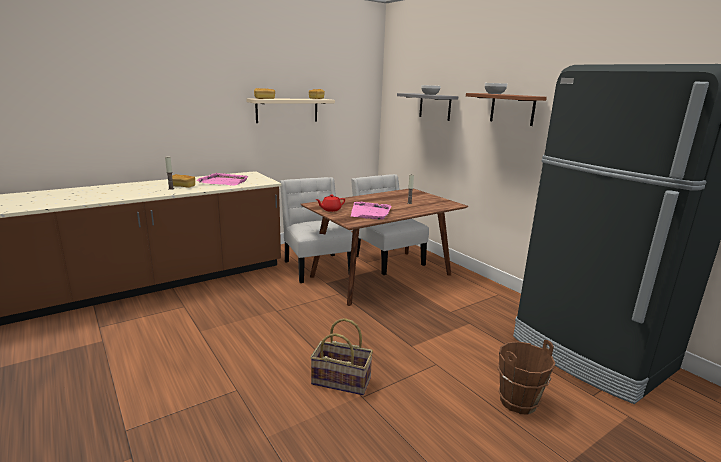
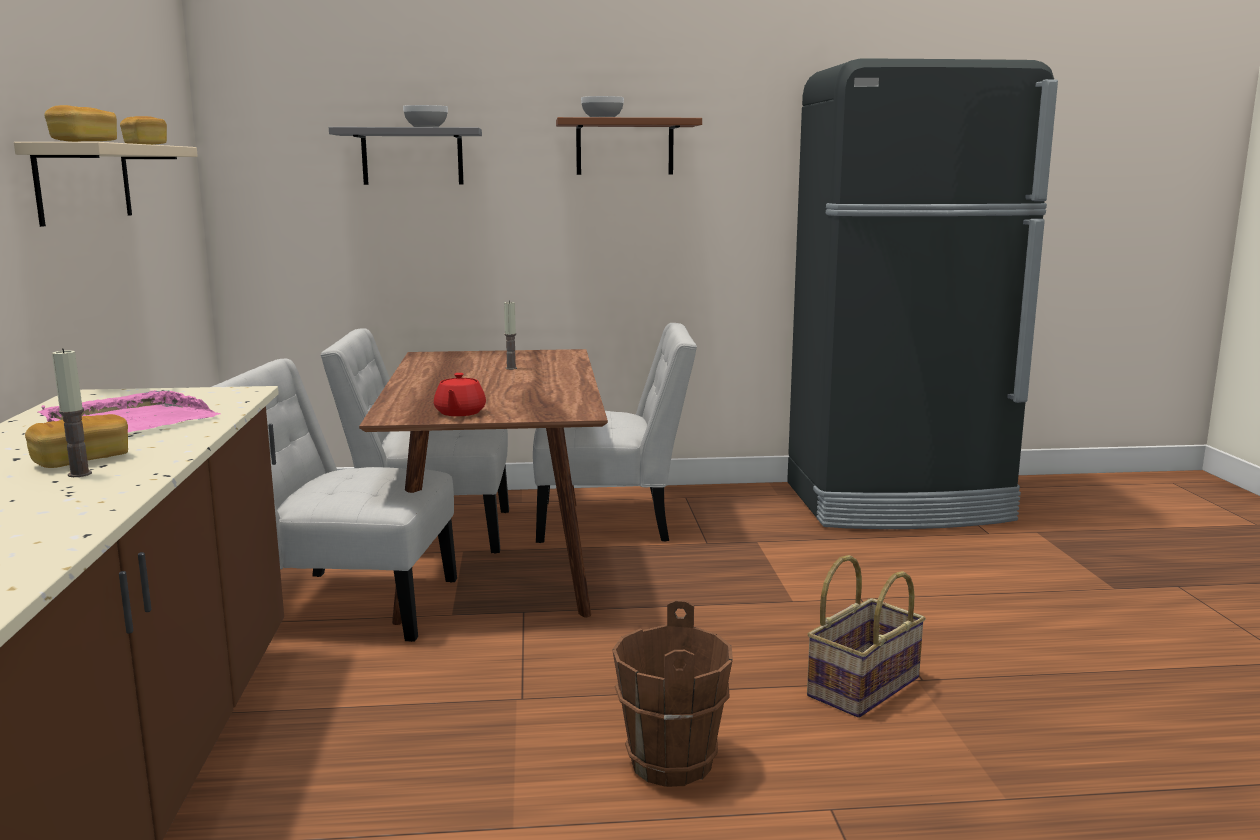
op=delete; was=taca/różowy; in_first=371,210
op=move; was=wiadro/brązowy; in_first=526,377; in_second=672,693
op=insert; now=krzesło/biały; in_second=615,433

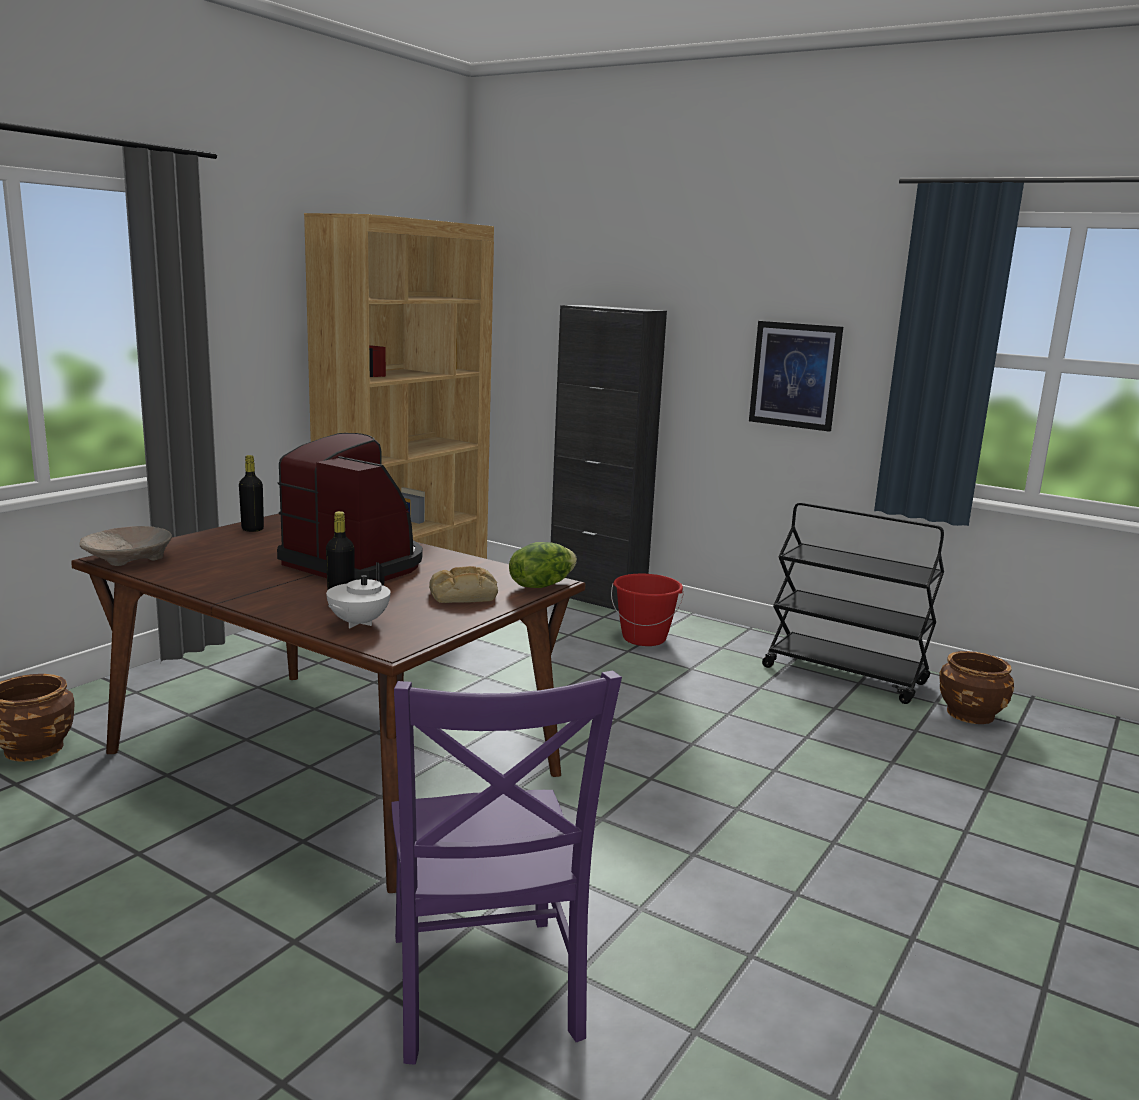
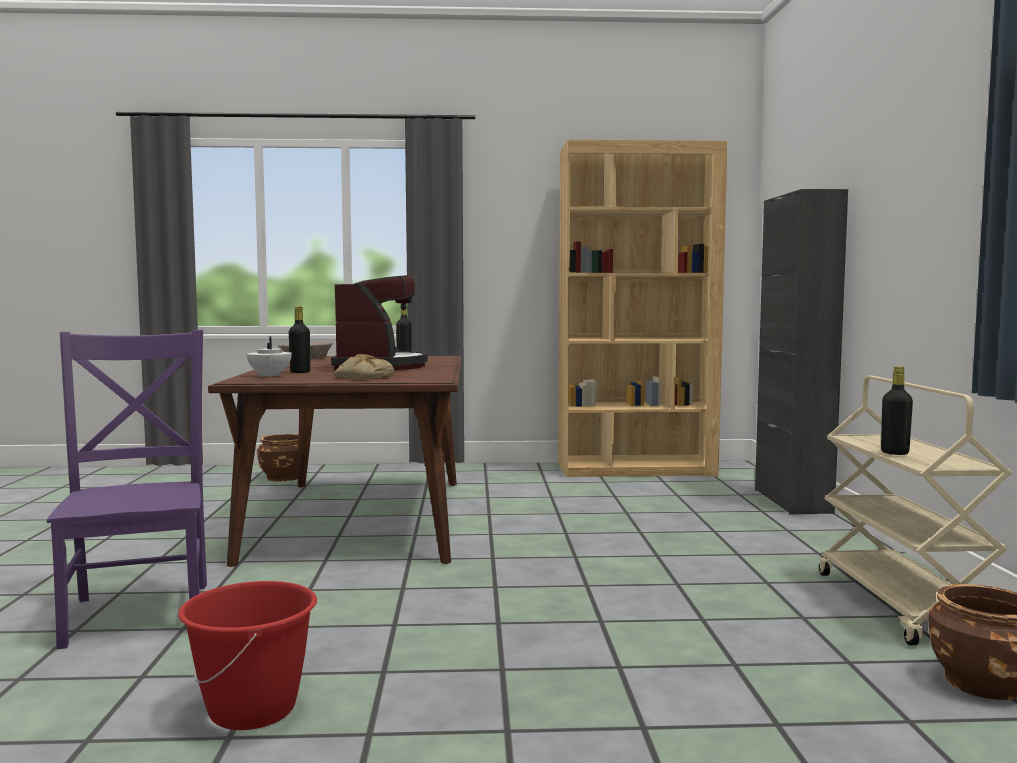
op=rotate; was=imbryk/biały; in_first=358,595; in_second=269,357; clockwise=-90
op=rotate; was=krzesło/fioletowy; in_first=507,868; in_second=127,489; clockwise=120
op=delete; was=sałata; in_first=543,565
op=move; was=wiadro/czerwony; in_first=647,610; in_second=247,655
op=delete; was=obraz; in_first=796,376
op=recolor; was=wózek/czarny; now=wózek/beżowy; in_first=853,603; in_second=915,510
op=insert; now=butelka/czarny; in_second=897,410

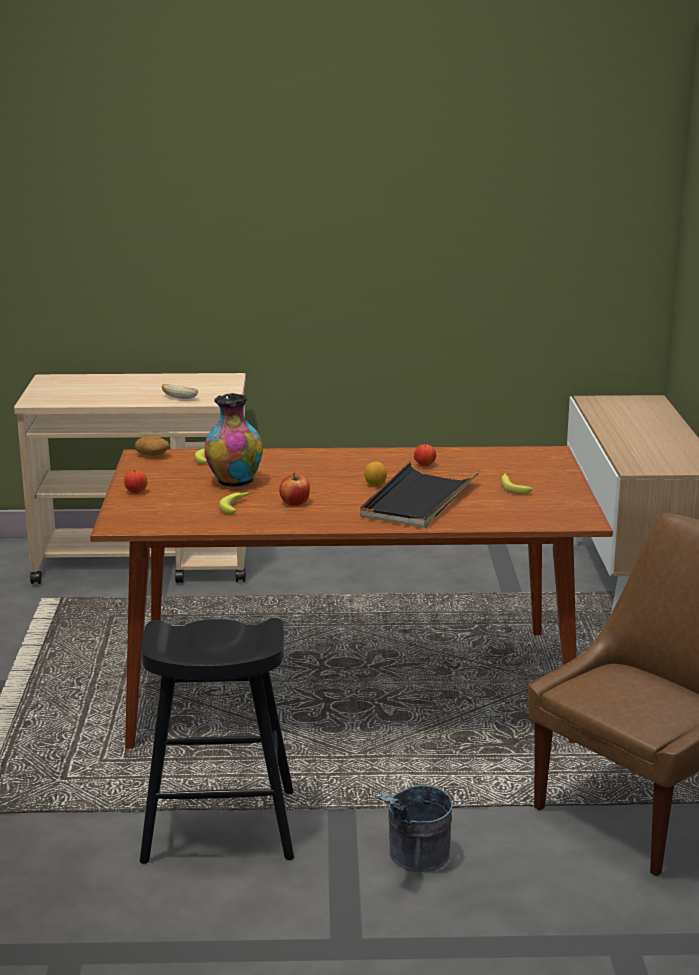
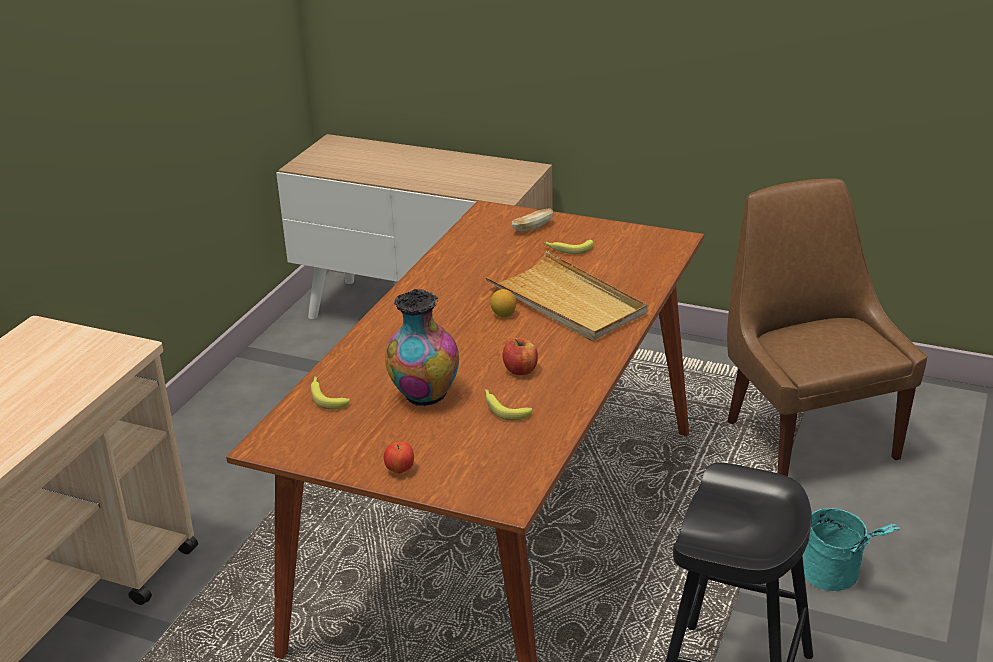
op=delete; was=ziemniak; in_first=152,446
op=move; was=chleb; in_first=180,391; in_second=532,219
op=recolor; was=taca/czarny; now=taca/beżowy; in_first=419,494; in_second=566,296
op=recolor; was=wiadro/szary; now=wiadro/turkusowy; in_first=415,828; in_second=851,549
op=delete; was=jabłko; in_first=425,455

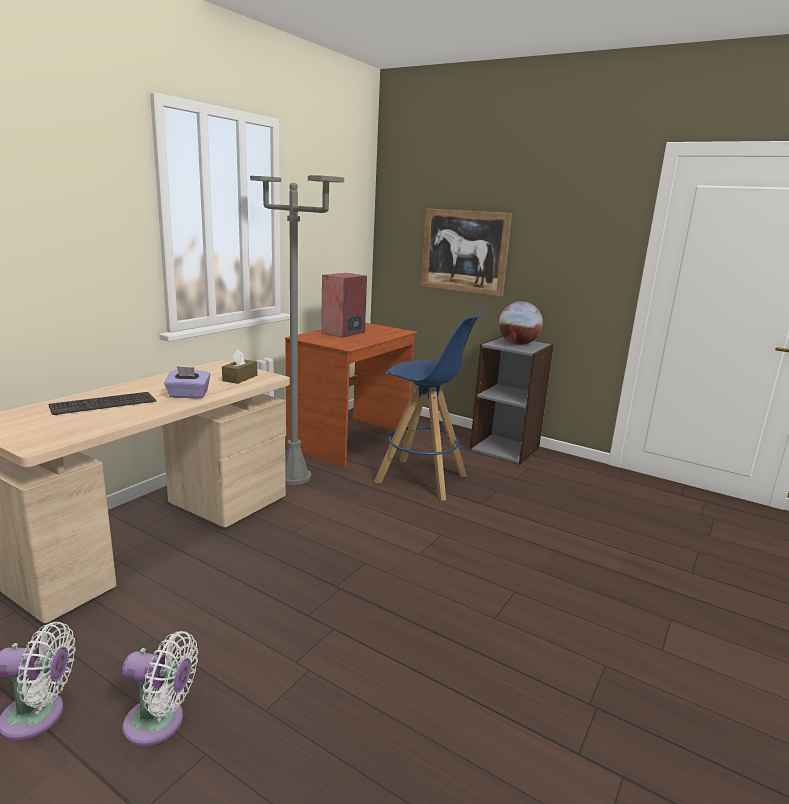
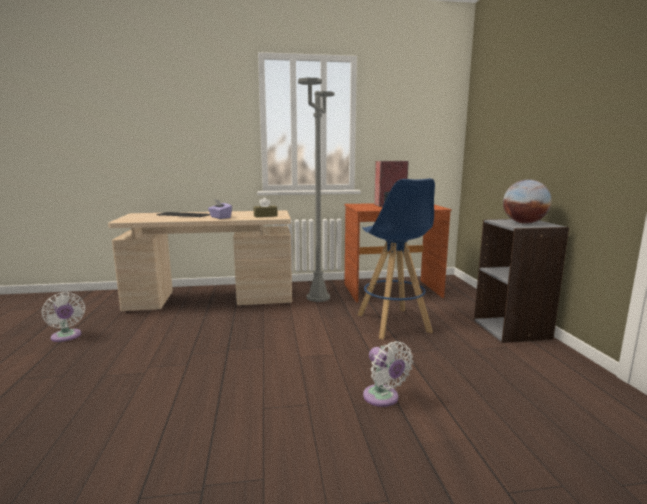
op=move; was=wentylator/biały; in_first=160,688; in_second=388,374
op=delete; was=obraz; in_first=466,252

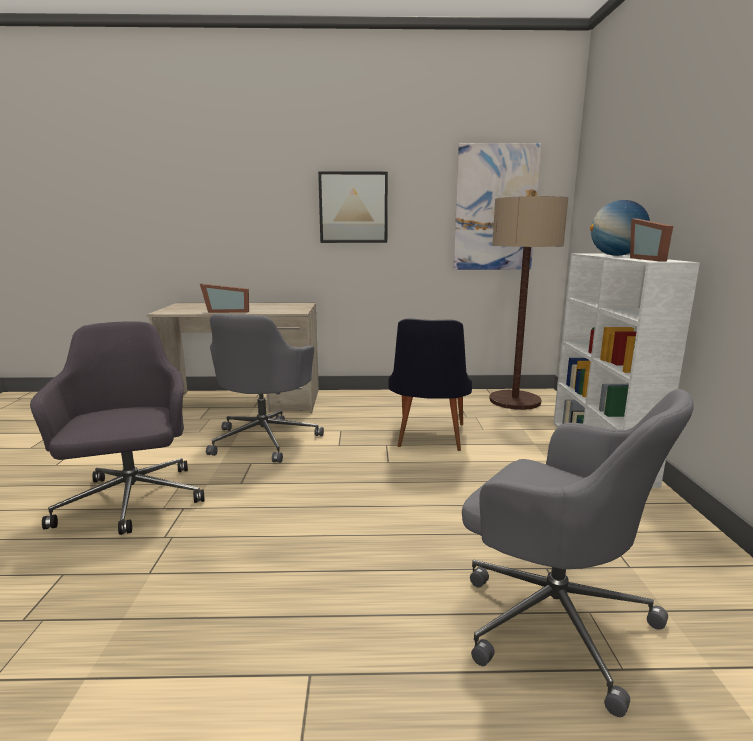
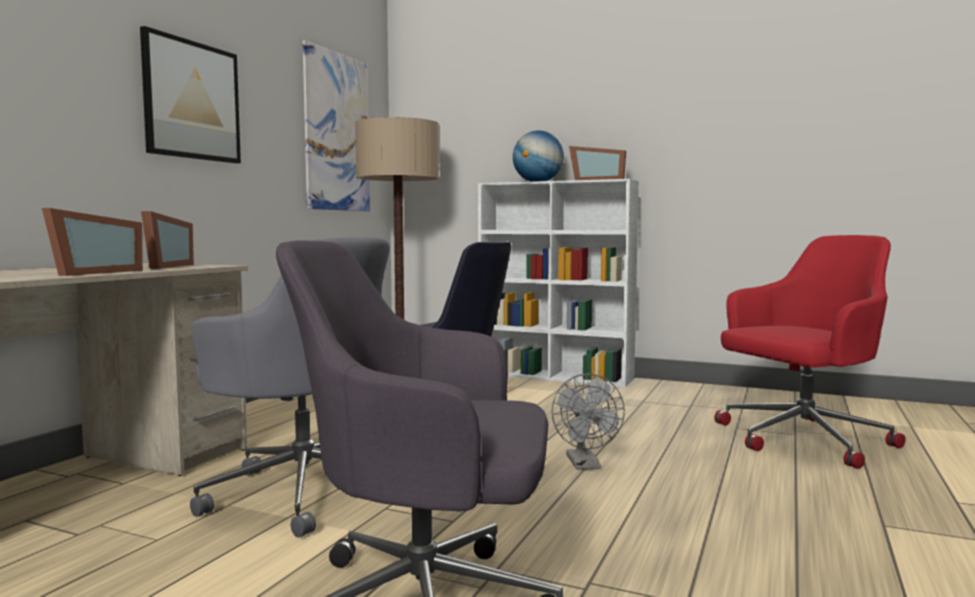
op=recolor; was=krzesło biurowe/szary; now=krzesło biurowe/czerwony; in_first=578,553; in_second=809,352
op=insert; now=ramka na zdjęcie; in_second=167,240
op=insert; now=wentylator/szary; in_second=588,421

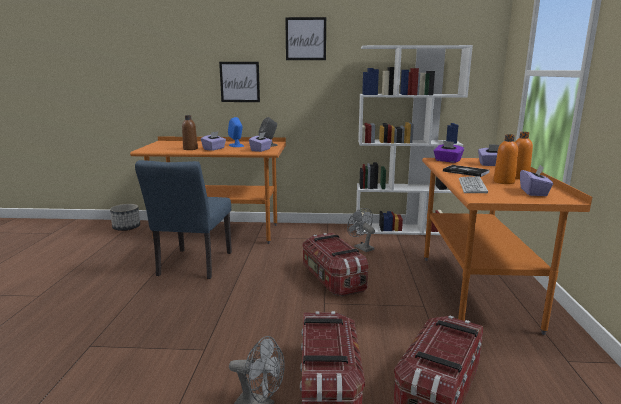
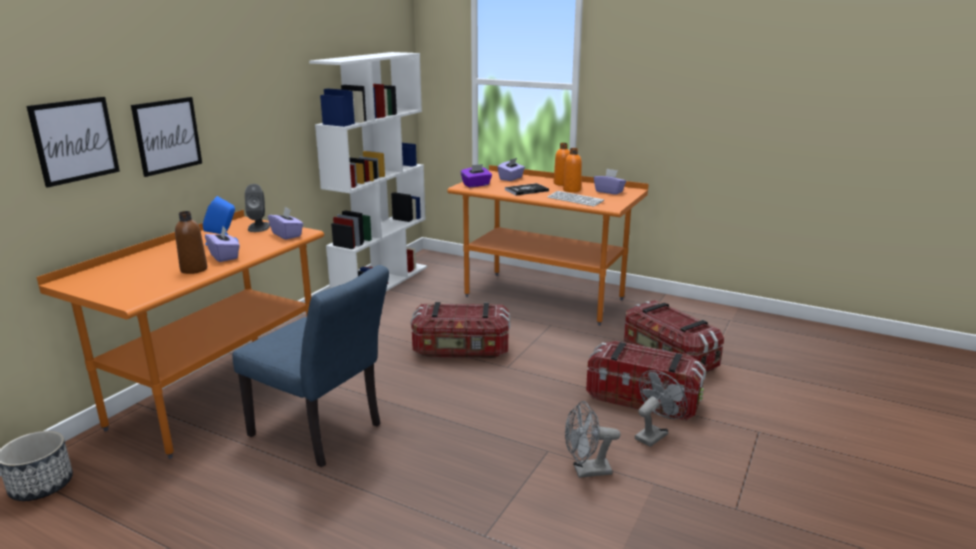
op=move; was=obraz; in_first=305,38; in_second=73,142
op=move; was=wentylator/szary; in_first=361,230; in_second=592,439

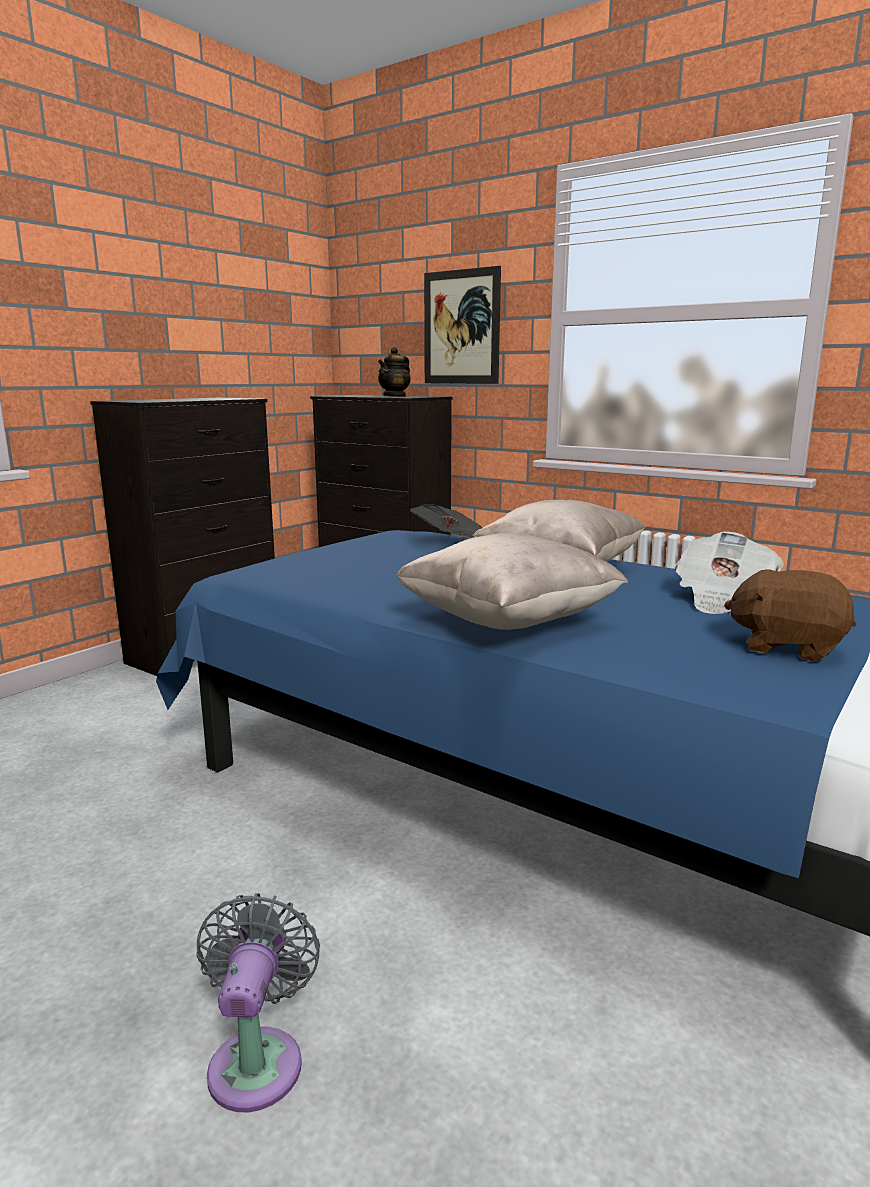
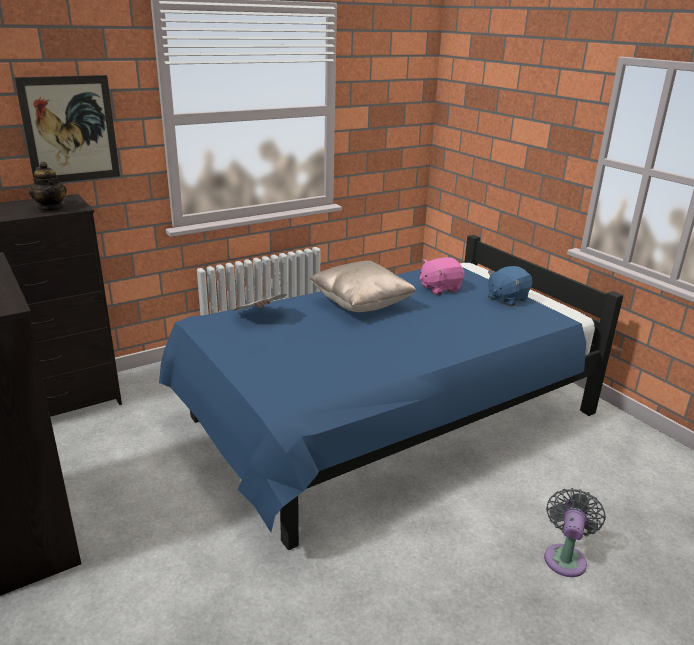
op=rotate; was=wentylator/szary; in_first=258,1002; in_second=575,532; clockwise=90
op=delete; was=poduszka/beżowy; in_first=512,581
op=replace; was=gazeta; now=pluszak/różowy; in_first=729,572; in_second=442,276
op=recolor; was=pluszak/brązowy; now=pluszak/niebieski; in_first=790,615; in_second=510,286

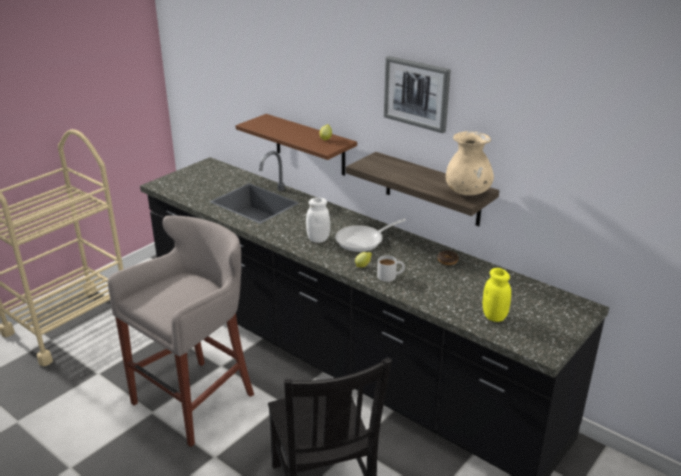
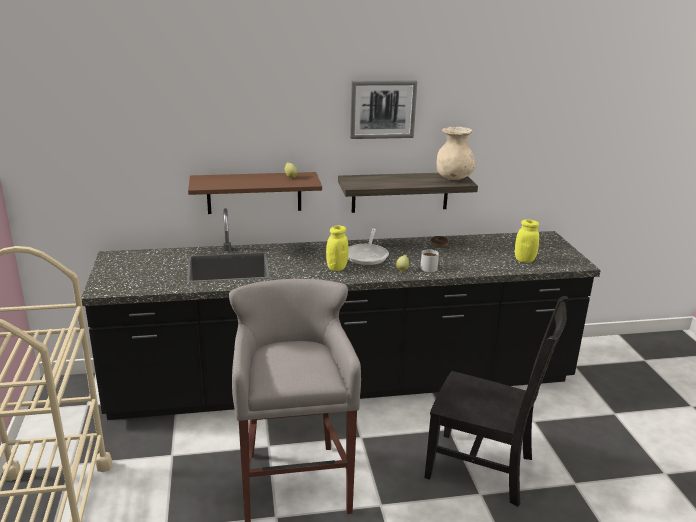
op=recolor; was=słoik/biały; now=słoik/żółty; in_first=318,220; in_second=337,248

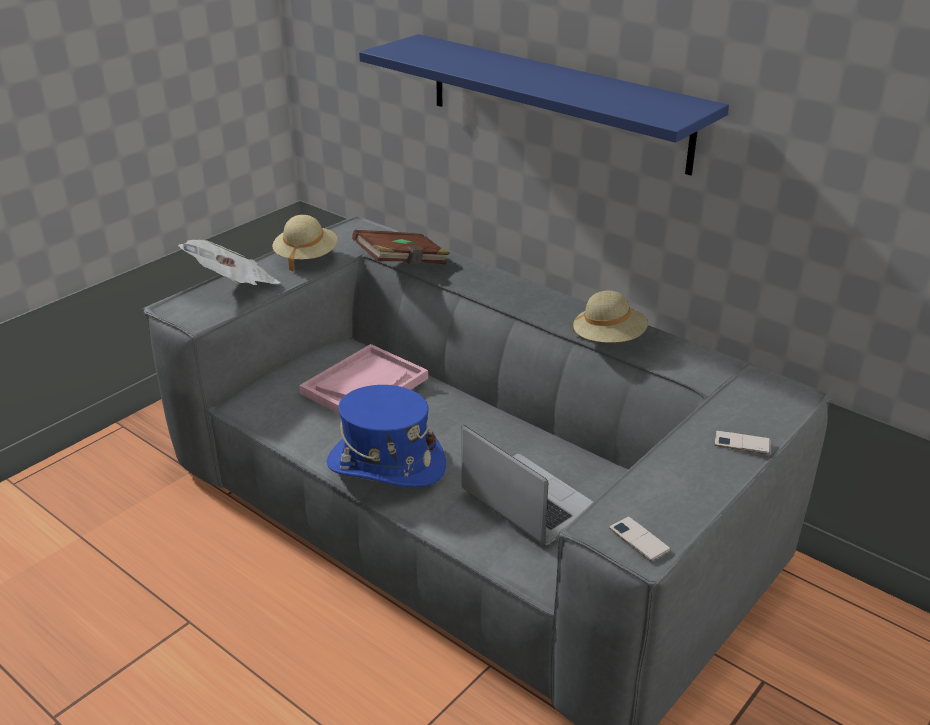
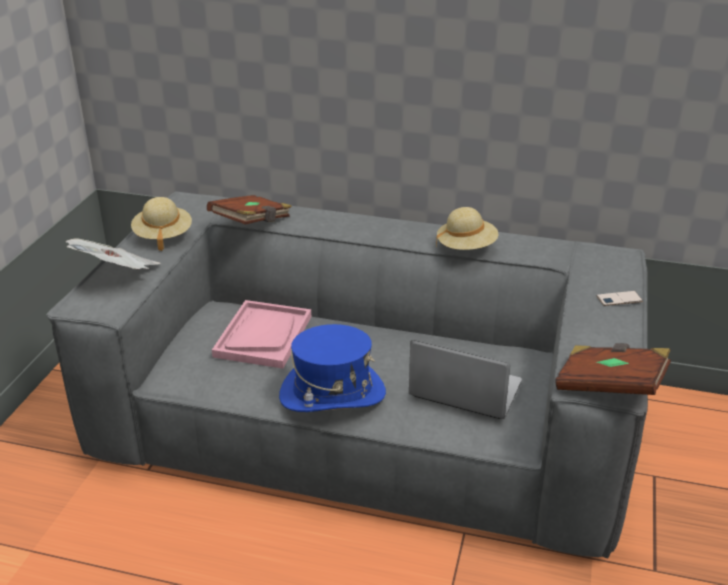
op=delete; was=półka/niebieski; in_first=544,104
op=replace; was=telefon; now=książka/brązowy; in_first=640,538; in_second=613,369

